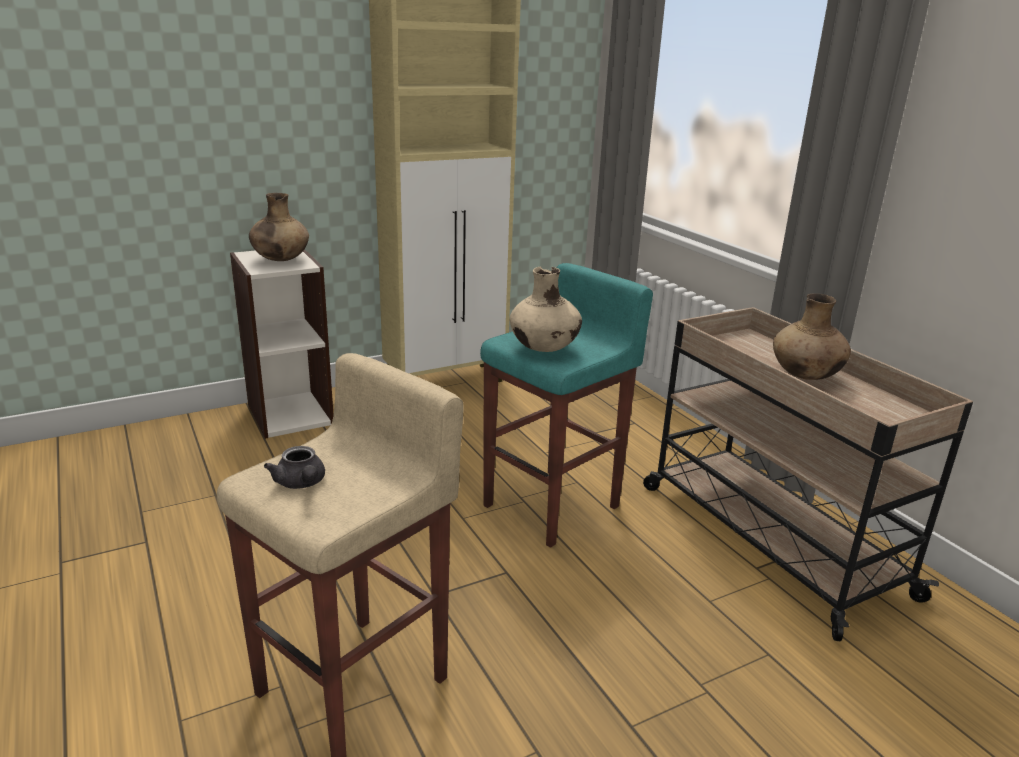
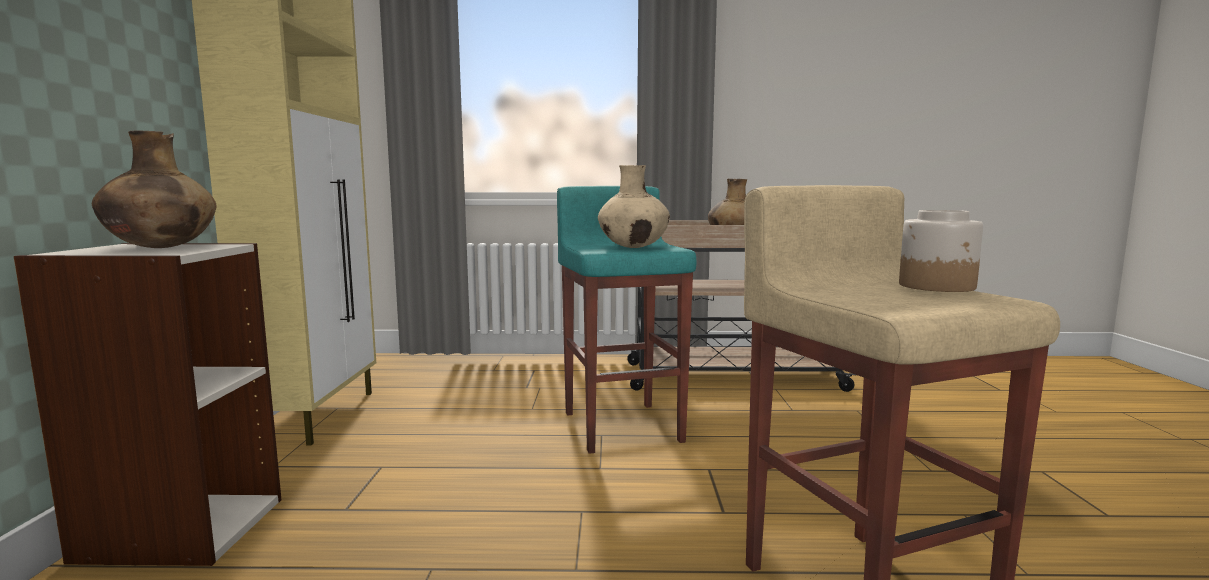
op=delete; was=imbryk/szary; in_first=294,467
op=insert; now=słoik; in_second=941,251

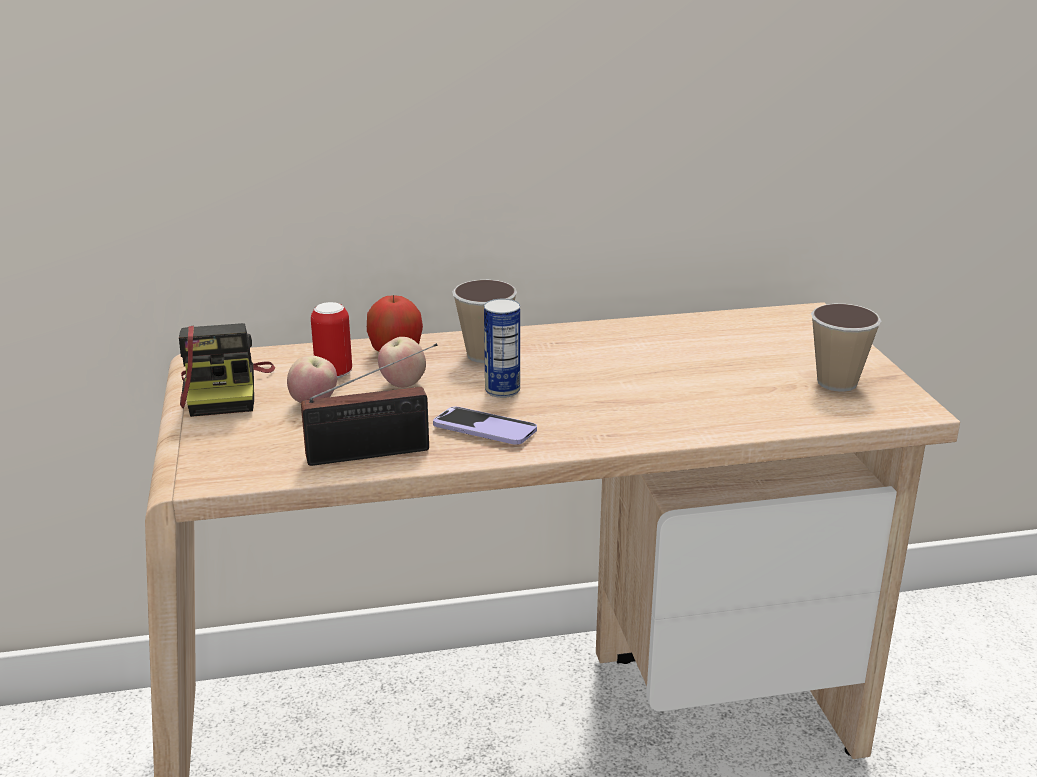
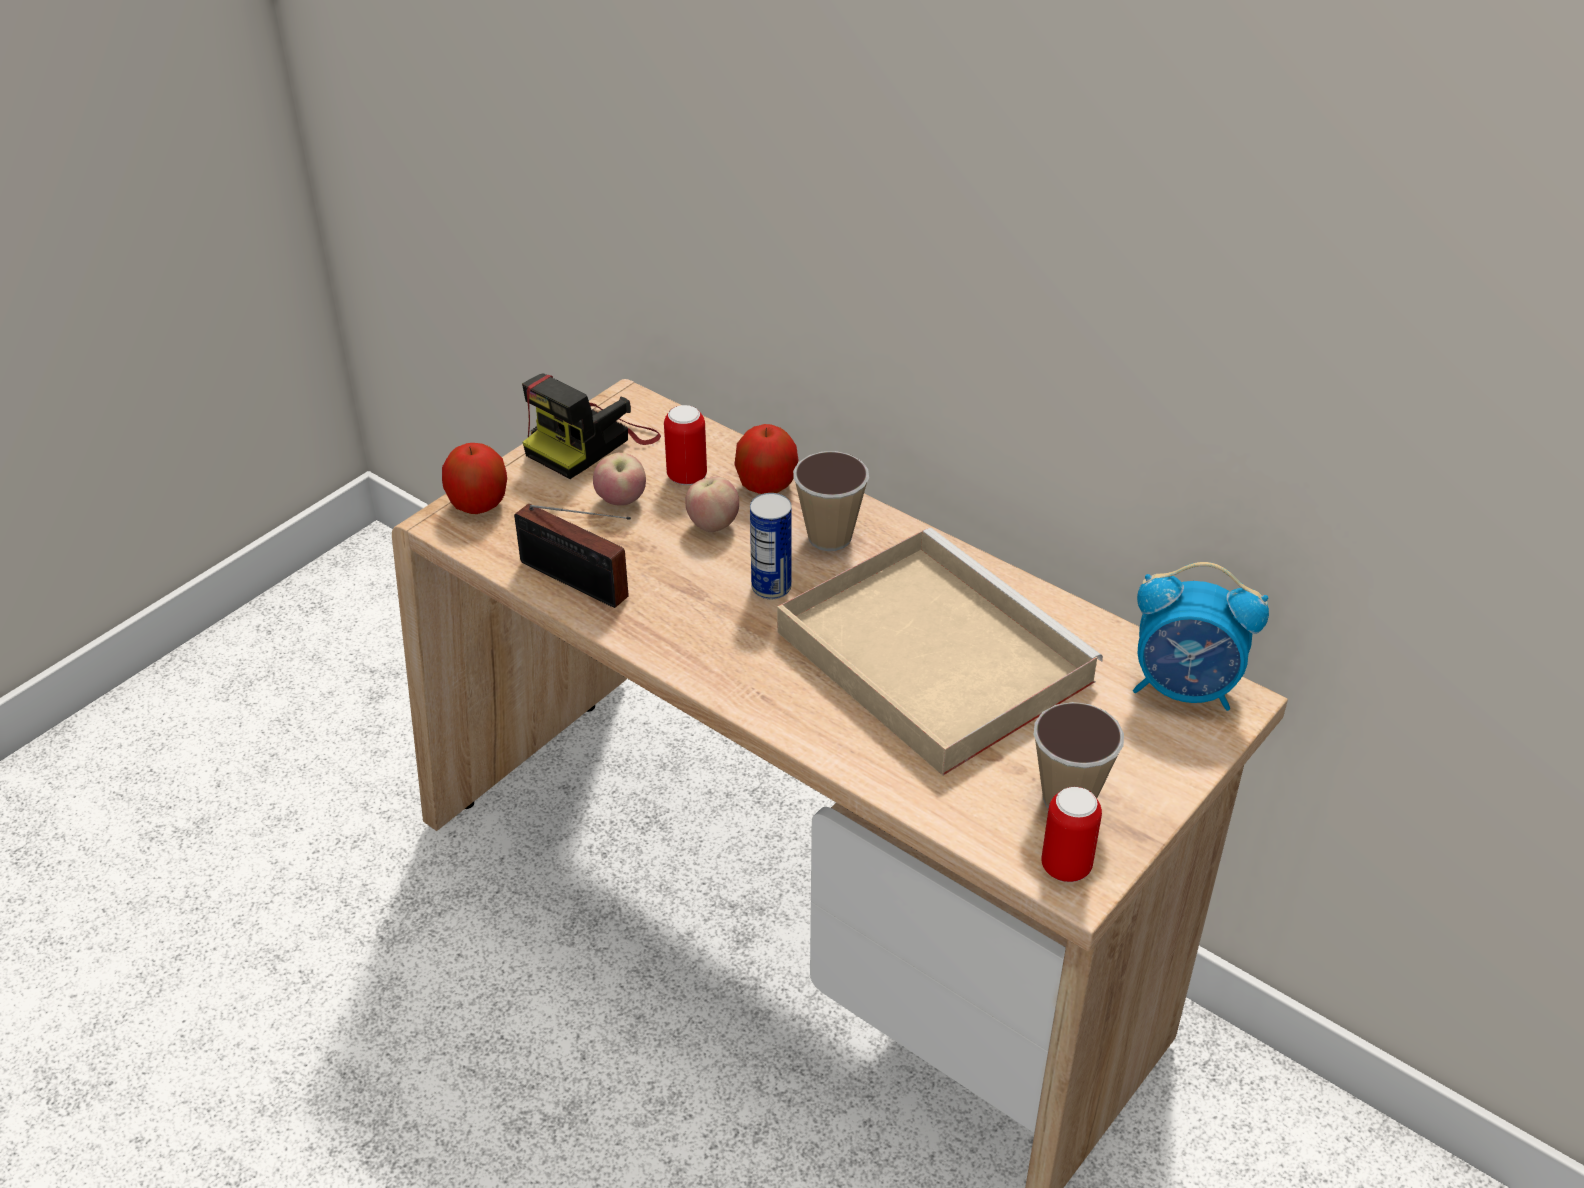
op=delete; was=telefon; in_first=485,426
op=insert; now=jabłko; in_second=474,478
op=insert; now=taca/beżowy; in_second=940,652
op=insert; now=puszka; in_second=1071,834
op=insert; now=budzik; in_second=1201,636

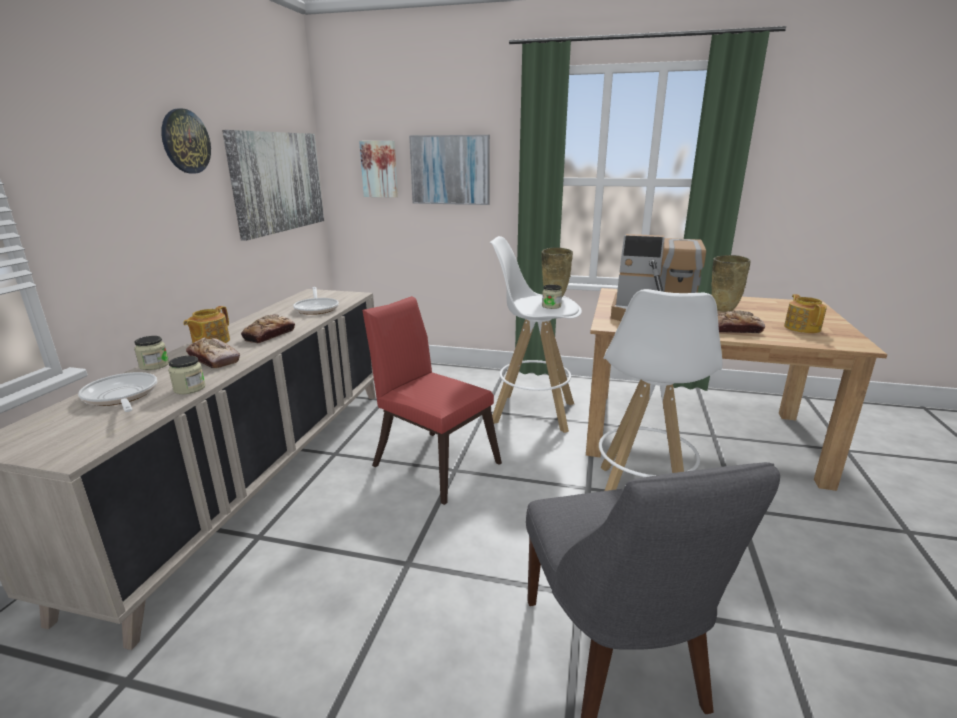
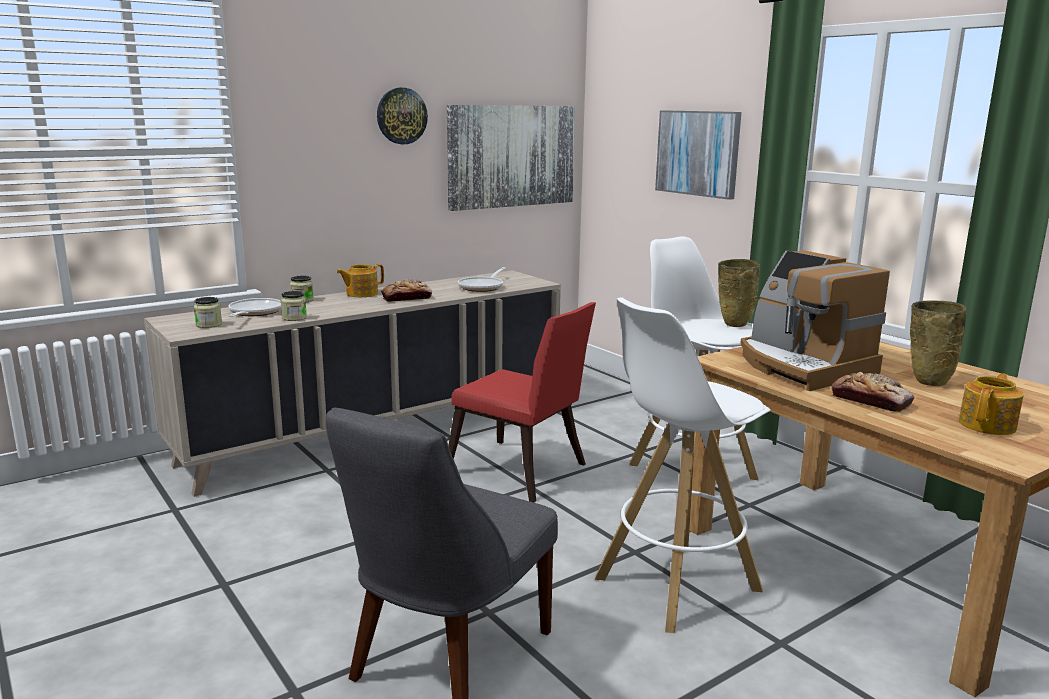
op=delete; was=chleb; in_first=213,352
op=delete; was=obraz; in_first=378,169
op=rotate; was=krzesło/czerwony; in_first=432,400; in_second=522,402; clockwise=135
op=move; was=słoik; in_first=552,296; in_second=208,312

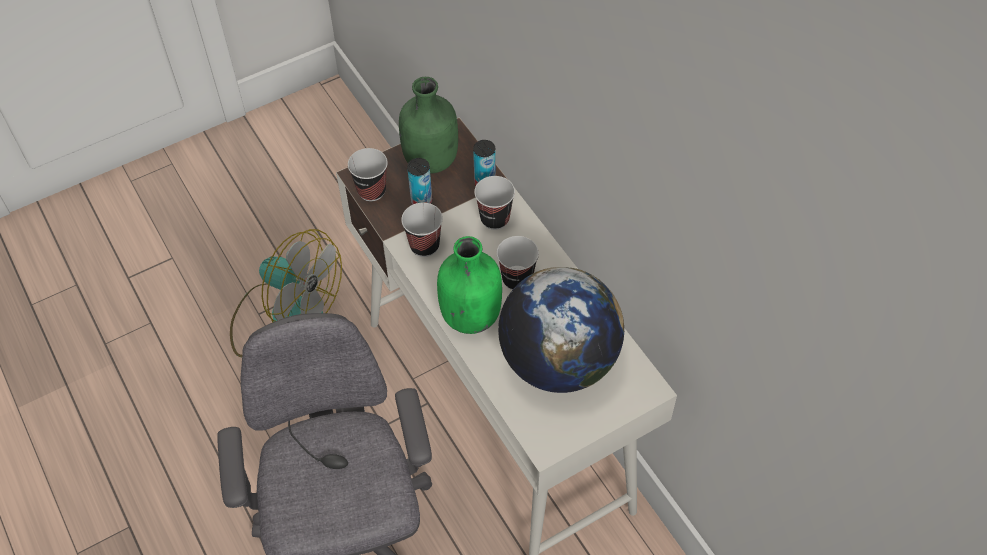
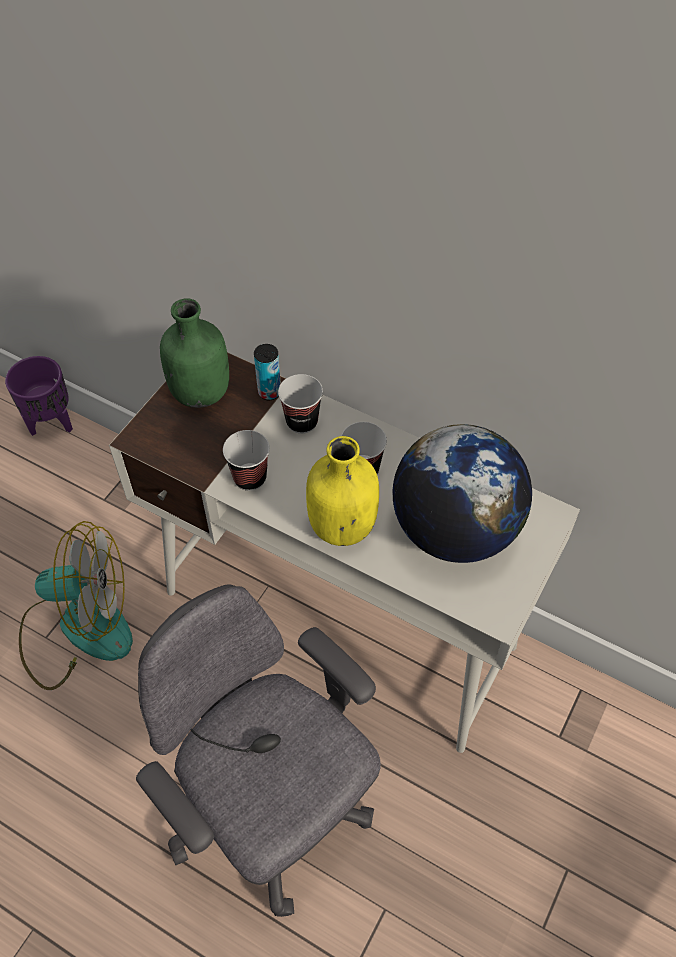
op=delete; was=filiżanka; in_first=368,174
op=delete; was=puszka; in_first=419,181
op=recolor; was=butelka/zielony; now=butelka/żółty; in_first=469,285; in_second=342,491
op=insert; now=donica/fioletowy; in_second=39,396

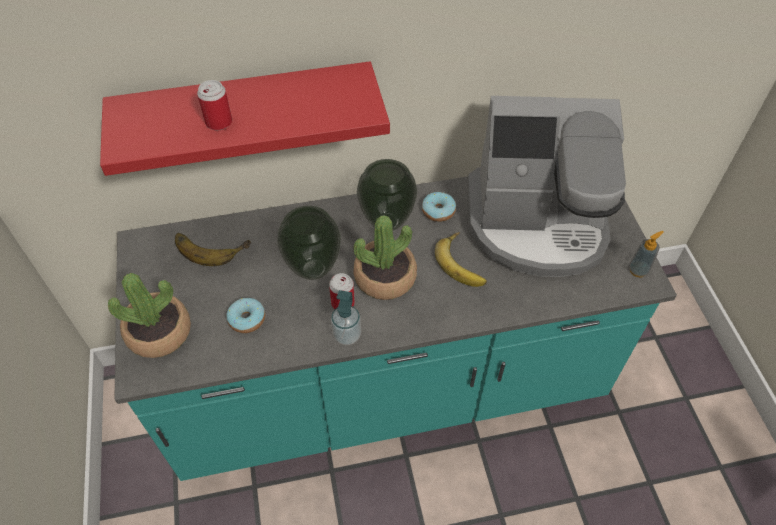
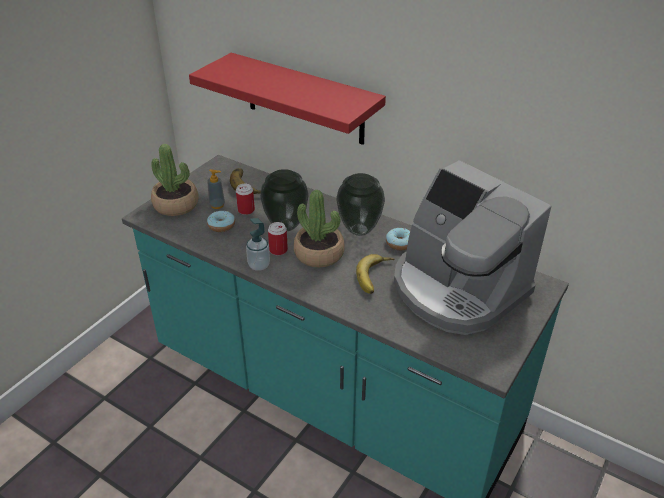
op=move; was=puszka; in_first=214,105; in_second=245,199
op=move; was=dozownik mydła; in_first=646,254; in_second=216,189

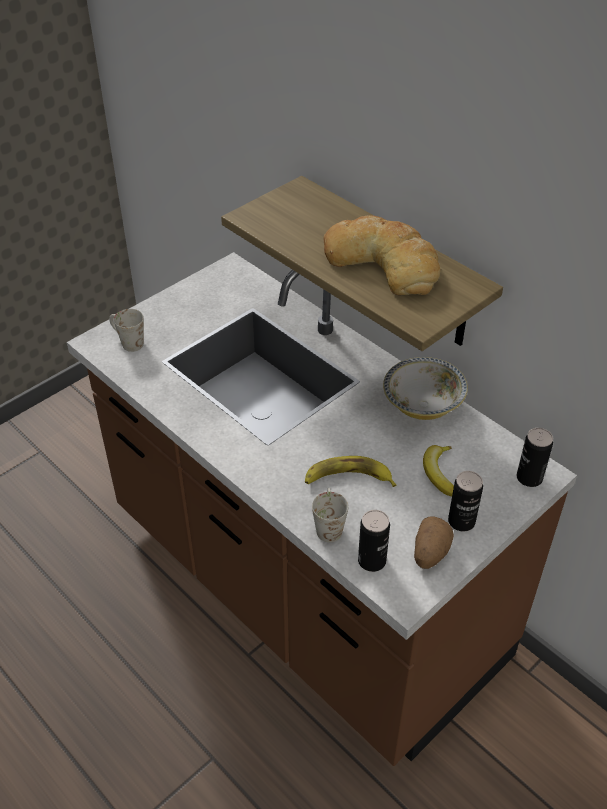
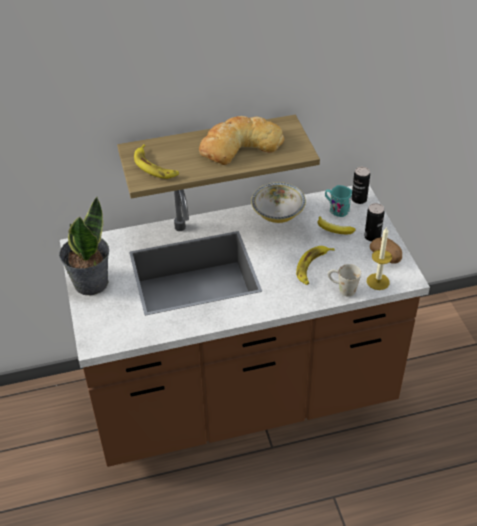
op=delete; was=kubek/biały; in_first=126,330
op=replace; was=puszka; now=świeca; in_first=374,541; in_second=379,258
op=insert; now=roślina doniczkowa; in_second=84,246
op=insert; now=banan; in_second=156,161
op=insert; now=kubek/turkusowy; in_second=338,201

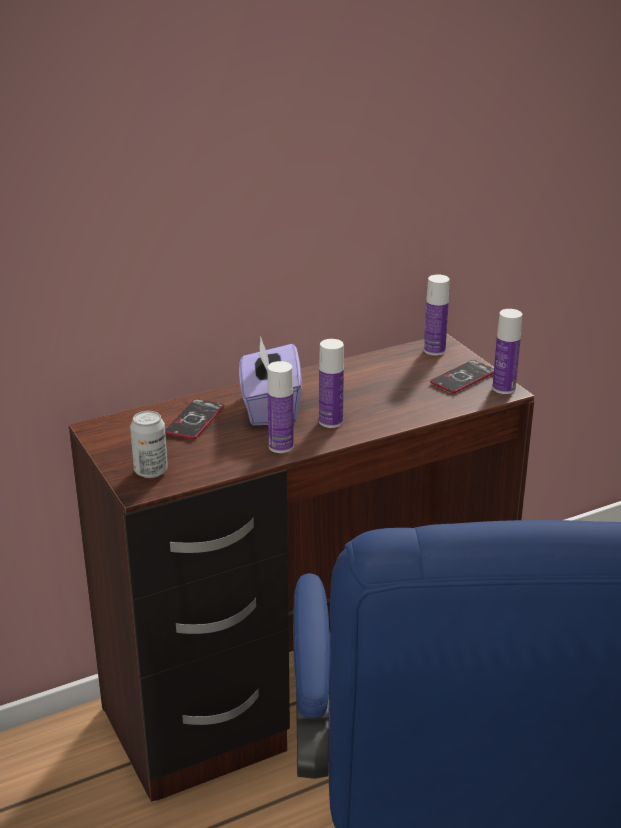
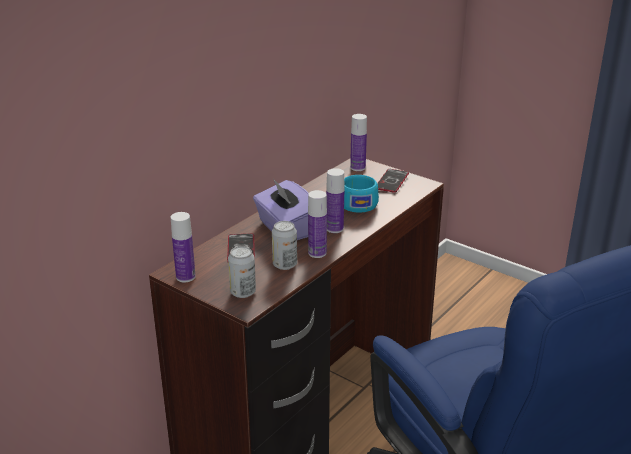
op=move; was=butelka; in_first=507,351; in_second=183,247
op=insert; now=puszka; in_second=284,245
op=insert; now=filiżanka/turkusowy; in_second=361,194

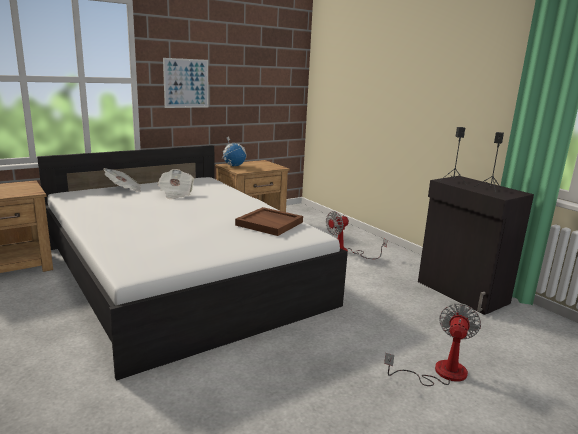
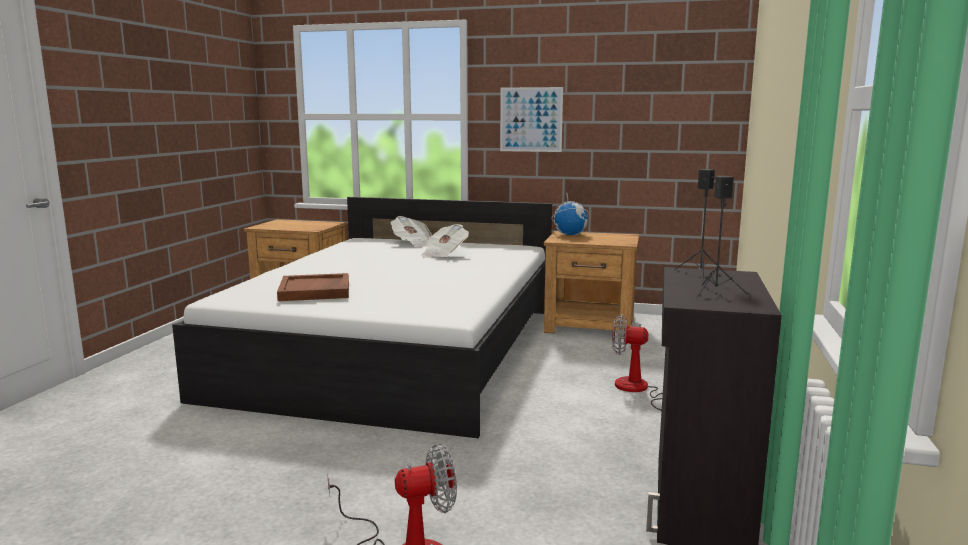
op=move; was=taca/brązowy; in_first=269,221; in_second=313,287

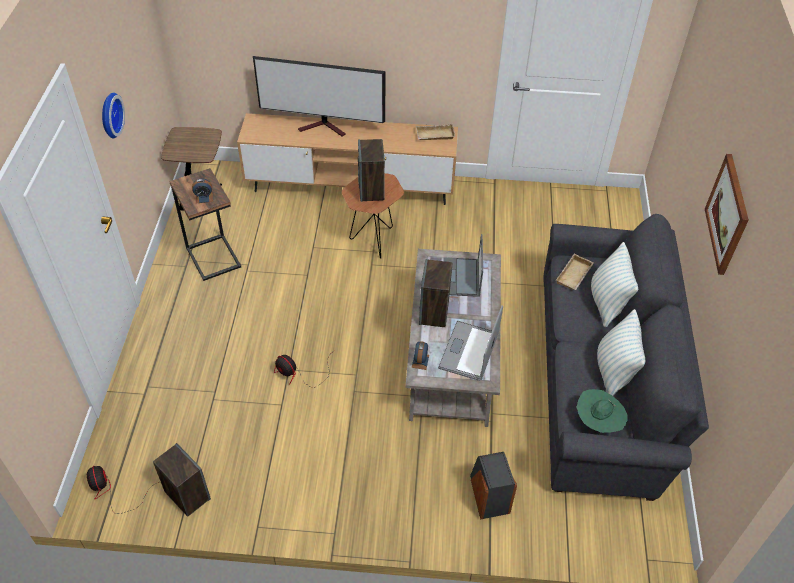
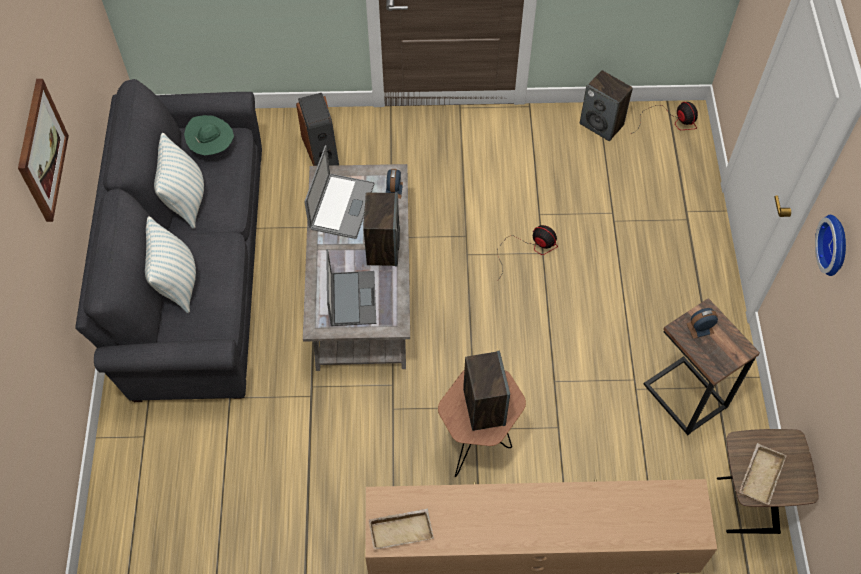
op=delete; was=telewizor; in_first=319,96
op=move; was=taca/beżowy; in_first=575,271; in_second=763,474

